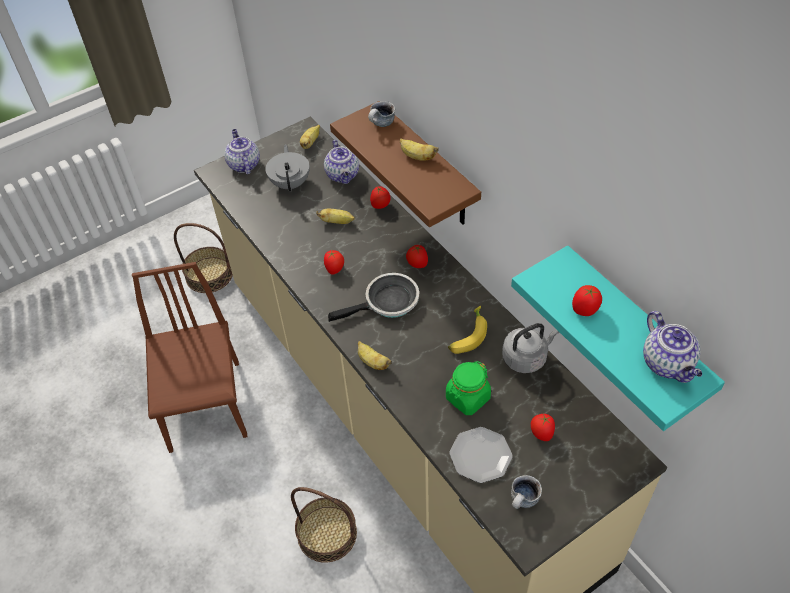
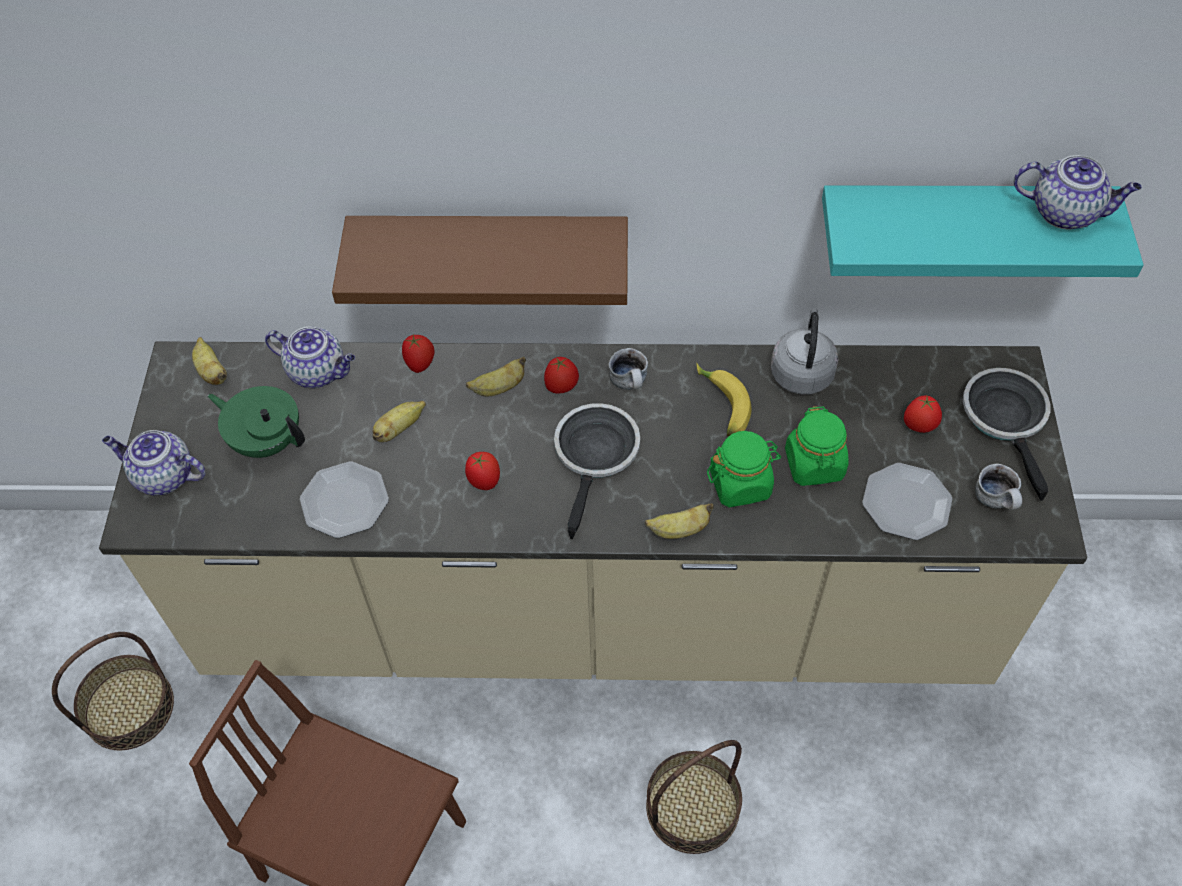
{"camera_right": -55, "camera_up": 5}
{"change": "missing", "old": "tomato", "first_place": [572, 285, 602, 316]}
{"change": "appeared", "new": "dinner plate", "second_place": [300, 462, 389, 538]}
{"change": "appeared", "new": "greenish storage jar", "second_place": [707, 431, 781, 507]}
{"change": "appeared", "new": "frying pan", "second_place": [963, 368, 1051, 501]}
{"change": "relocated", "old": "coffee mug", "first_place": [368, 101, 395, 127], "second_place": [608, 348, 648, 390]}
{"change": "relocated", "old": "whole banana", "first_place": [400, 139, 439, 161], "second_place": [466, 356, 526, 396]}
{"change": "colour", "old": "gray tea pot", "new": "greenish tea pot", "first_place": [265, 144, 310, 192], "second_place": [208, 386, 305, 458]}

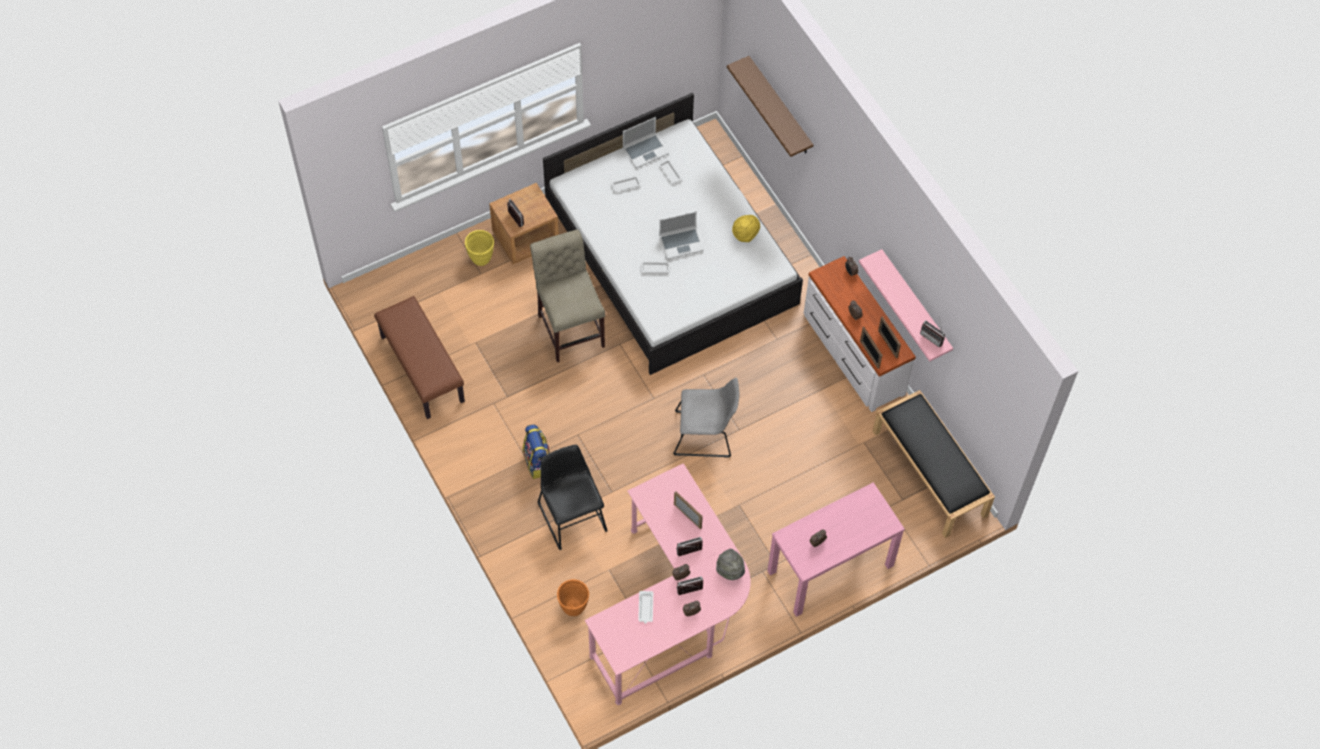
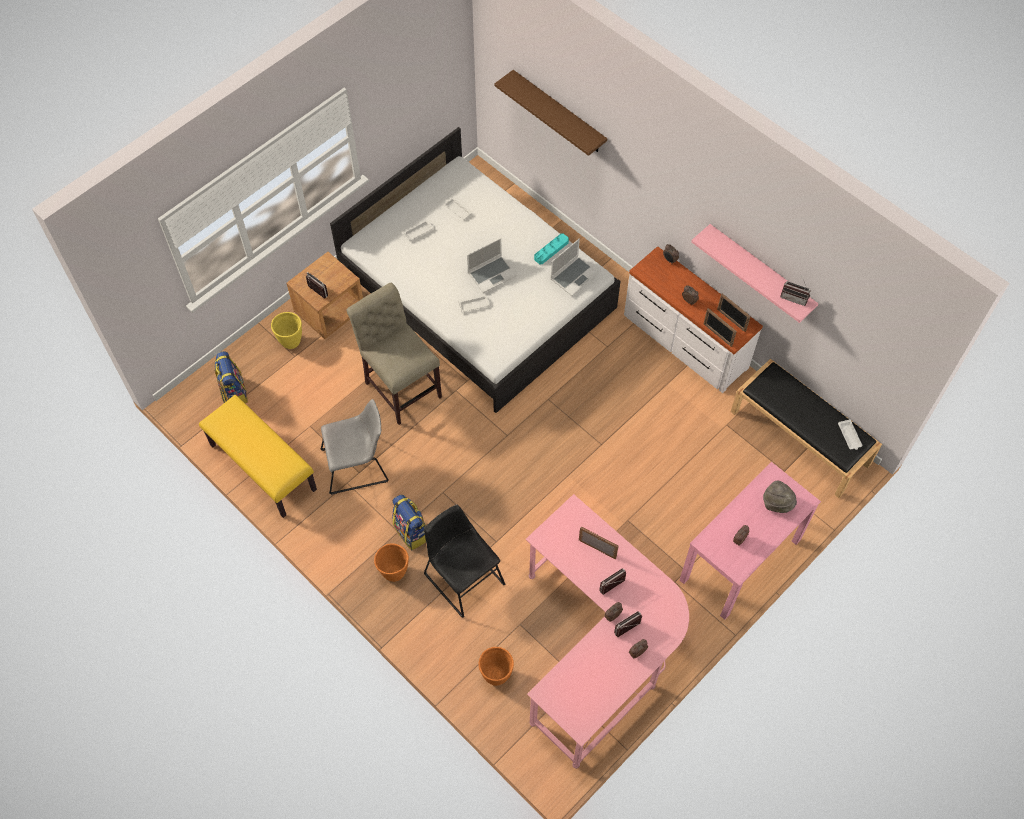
{"camera_right": -15, "camera_up": 0}
{"change": "appeared", "new": "rucksack", "second_place": [215, 351, 248, 403]}
{"change": "appeared", "new": "orange-coloured planter", "second_place": [374, 543, 409, 582]}
{"change": "relocated", "old": "notebook computer", "first_place": [623, 117, 669, 168], "second_place": [551, 239, 599, 296]}
{"change": "relocated", "old": "white-coloured serving tray", "first_place": [638, 591, 653, 624], "second_place": [838, 419, 862, 450]}
{"change": "relocated", "old": "gray chair", "first_place": [673, 378, 739, 458], "second_place": [320, 399, 389, 495]}
{"change": "relocated", "old": "gray wearable hat", "first_place": [716, 549, 745, 580], "second_place": [763, 481, 797, 513]}
{"change": "exchanged", "old": "yellowish wearable hat", "new": "turquoise serving tray", "first_place": [732, 215, 760, 242], "second_place": [534, 233, 569, 264]}
{"change": "colour", "old": "brown-coloured long seat", "new": "yellowish long seat", "first_place": [374, 296, 465, 419], "second_place": [199, 395, 317, 518]}

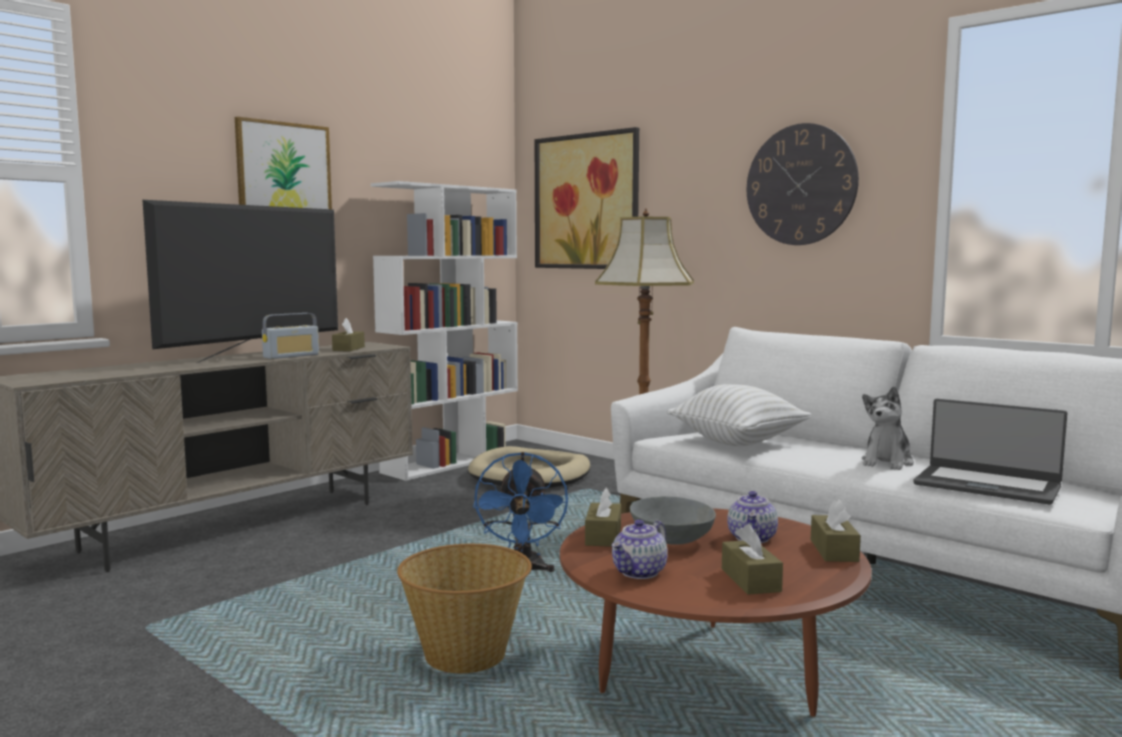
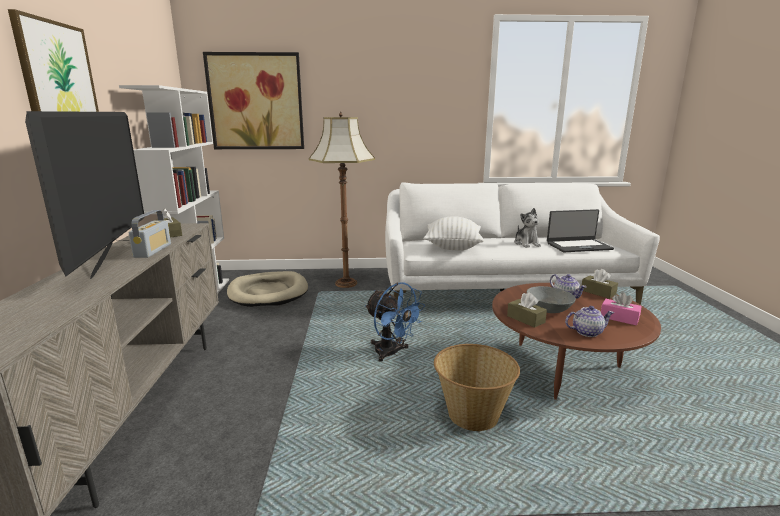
{"camera_right": -45, "camera_up": 10}
{"change": "missing", "old": "clock on the wall", "first_place": [747, 123, 859, 245]}
{"change": "colour", "old": "brown-coloured tissue holder", "new": "pink tissue holder", "first_place": [722, 524, 783, 595], "second_place": [601, 292, 642, 325]}
{"change": "spun", "old": "tea pot", "first_place": [612, 520, 668, 579], "second_place": [565, 306, 614, 337], "degrees": -90}

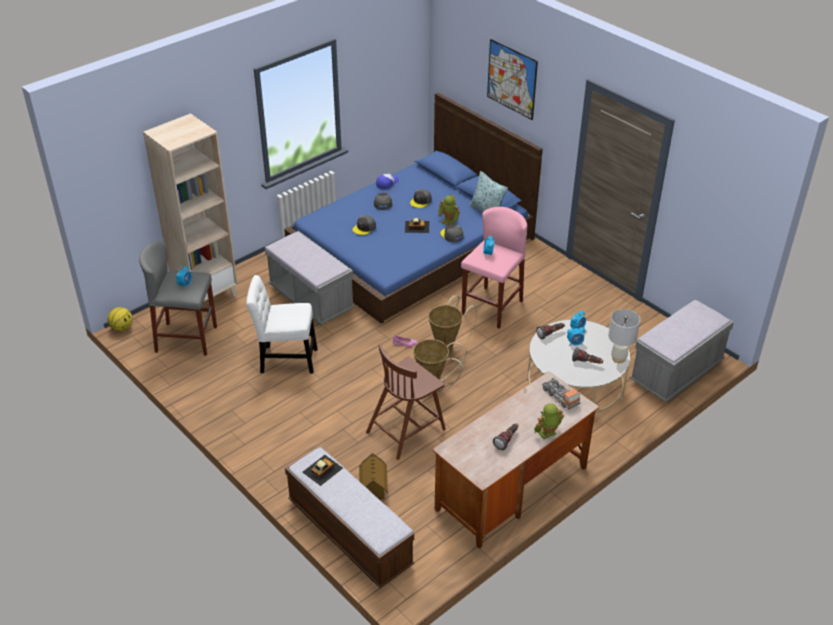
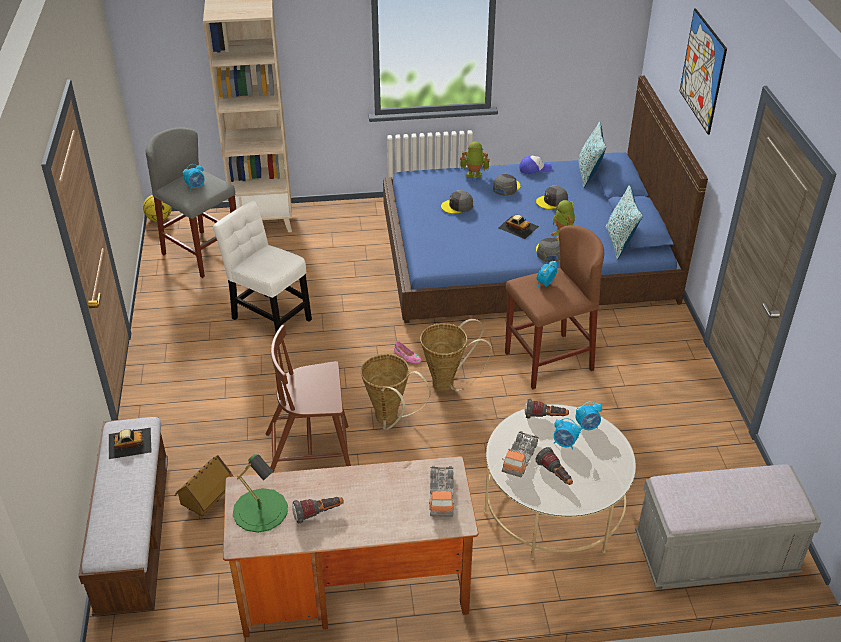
{"camera_right": 35, "camera_up": 0}
{"change": "missing", "old": "gray long seat", "first_place": [265, 231, 355, 325]}
{"change": "missing", "old": "white-coloured table lamp", "first_place": [608, 309, 640, 363]}
{"change": "appeared", "new": "greenish table lamp", "second_place": [233, 454, 288, 533]}
{"change": "appeared", "new": "model truck", "second_place": [502, 431, 539, 477]}
{"change": "appeared", "new": "throw pillow", "second_place": [578, 122, 606, 188]}
{"change": "relocated", "old": "robot figure", "first_place": [534, 403, 564, 439], "second_place": [460, 141, 490, 178]}
{"change": "colour", "old": "pink stool", "new": "brown-coloured stool", "first_place": [461, 207, 527, 329], "second_place": [505, 225, 604, 389]}

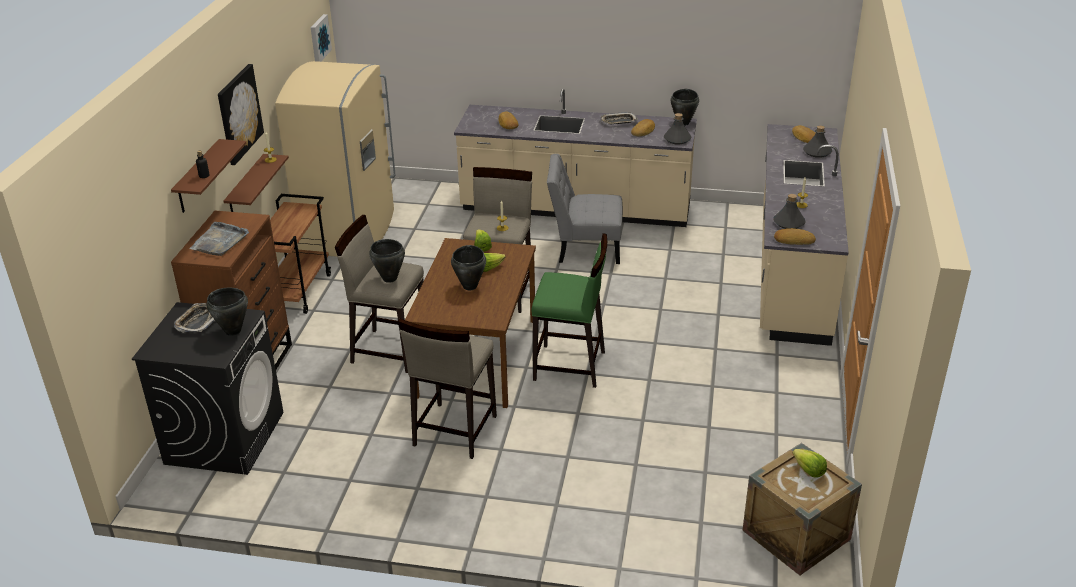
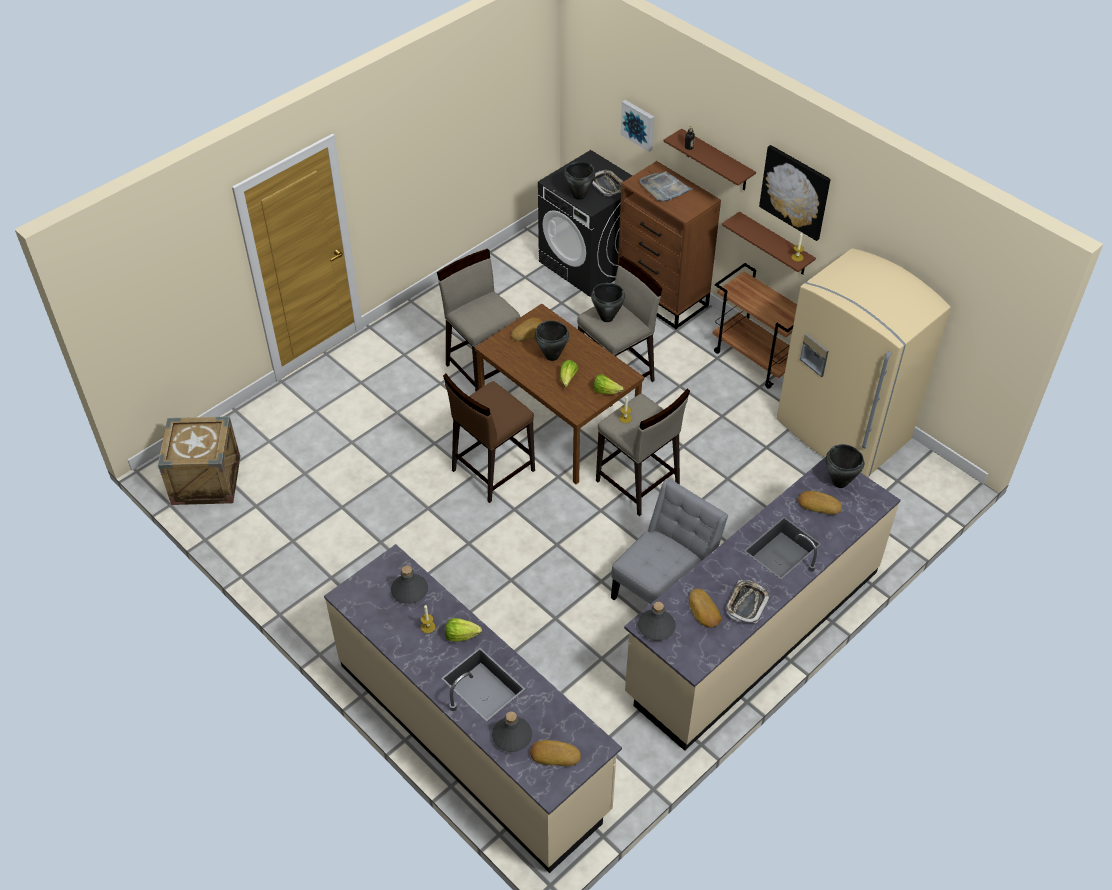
{"camera_right": 125, "camera_up": 15}
{"change": "relocated", "old": "wall picture", "first_place": [311, 14, 332, 62], "second_place": [620, 100, 654, 152]}
{"change": "relocated", "old": "black cooking pot", "first_place": [671, 89, 699, 126], "second_place": [826, 444, 864, 488]}
{"change": "relocated", "old": "bakery bread", "first_place": [774, 228, 816, 245], "second_place": [511, 317, 543, 341]}
{"change": "relocated", "old": "lettuce", "first_place": [793, 449, 827, 478], "second_place": [445, 618, 482, 641]}
{"change": "colour", "old": "greenish stool", "new": "brown-coloured stool", "first_place": [531, 233, 607, 388], "second_place": [443, 374, 535, 503]}

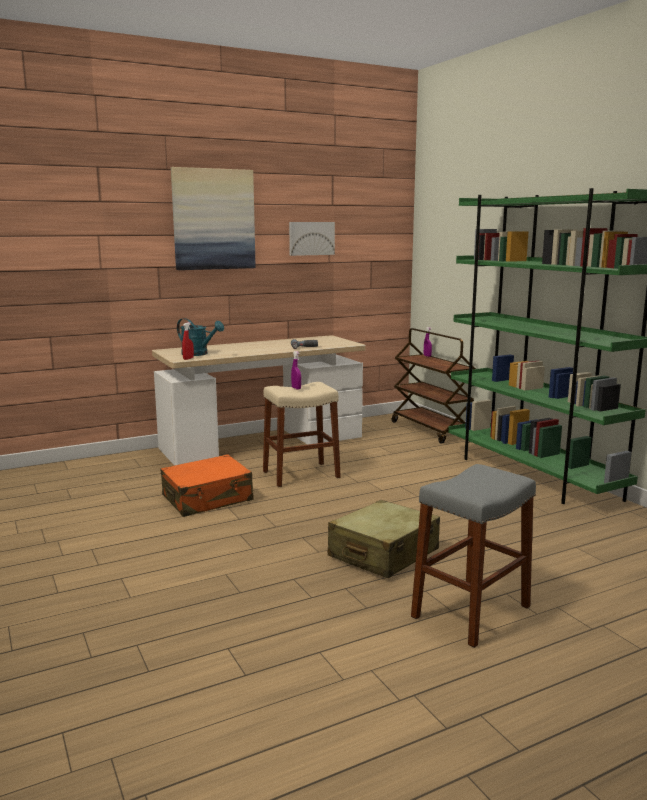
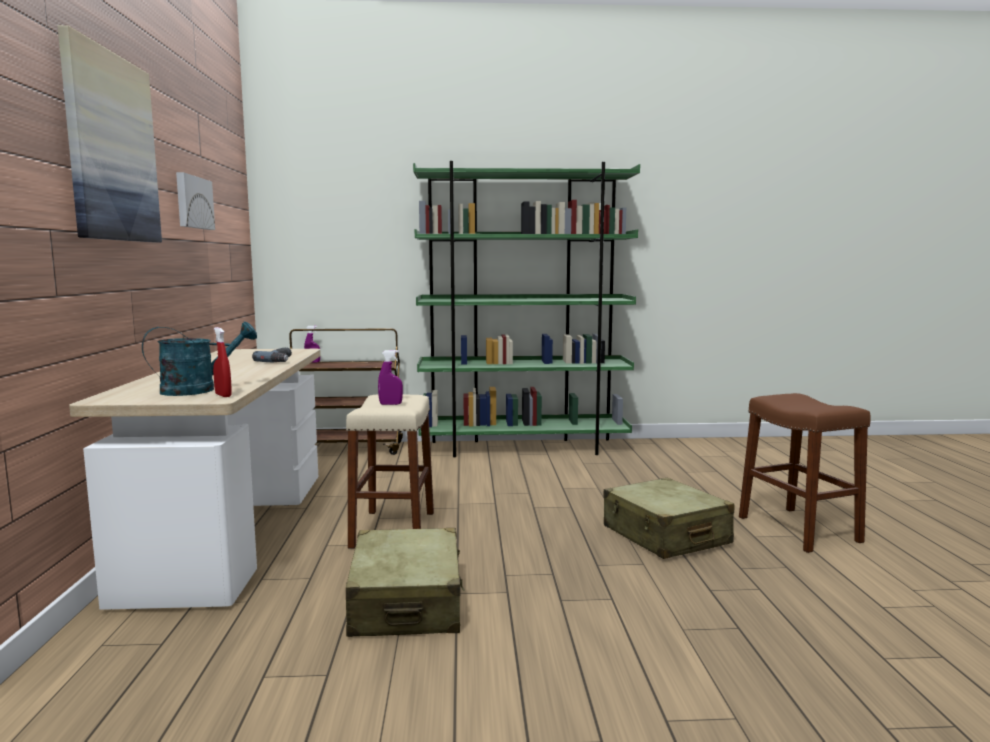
{"camera_right": -65, "camera_up": -5}
{"change": "colour", "old": "orange-coloured suitcase", "new": "beige-coloured suitcase", "first_place": [160, 454, 253, 517], "second_place": [346, 528, 465, 637]}
{"change": "colour", "old": "gray stool", "new": "brown-coloured stool", "first_place": [411, 464, 536, 648], "second_place": [739, 393, 871, 553]}

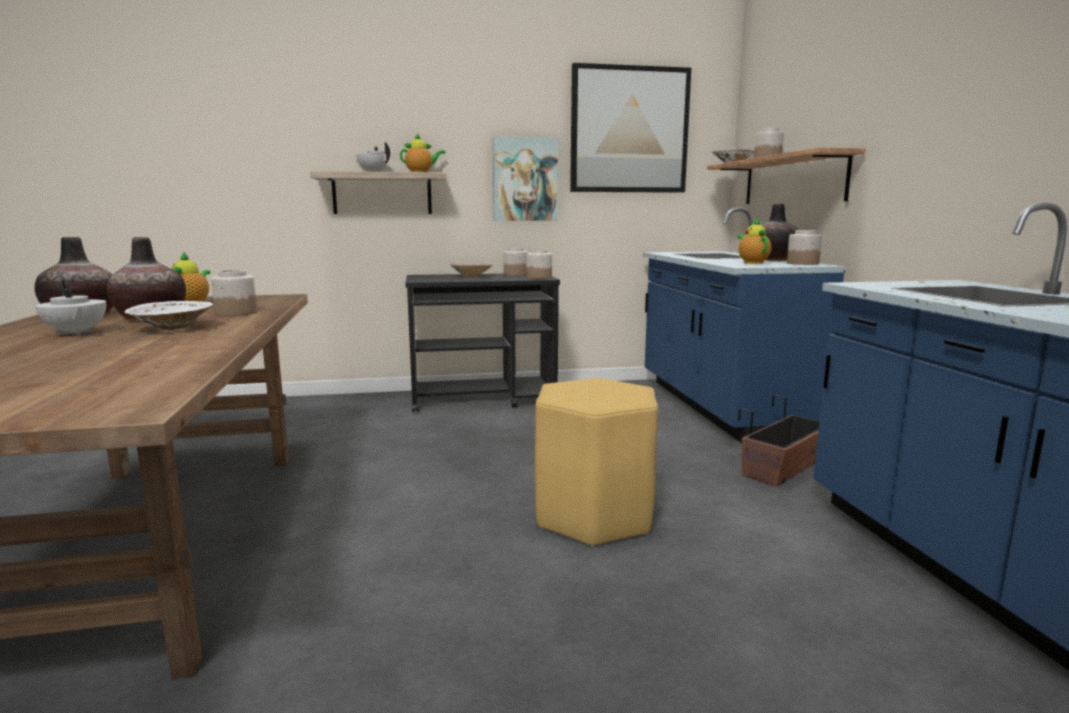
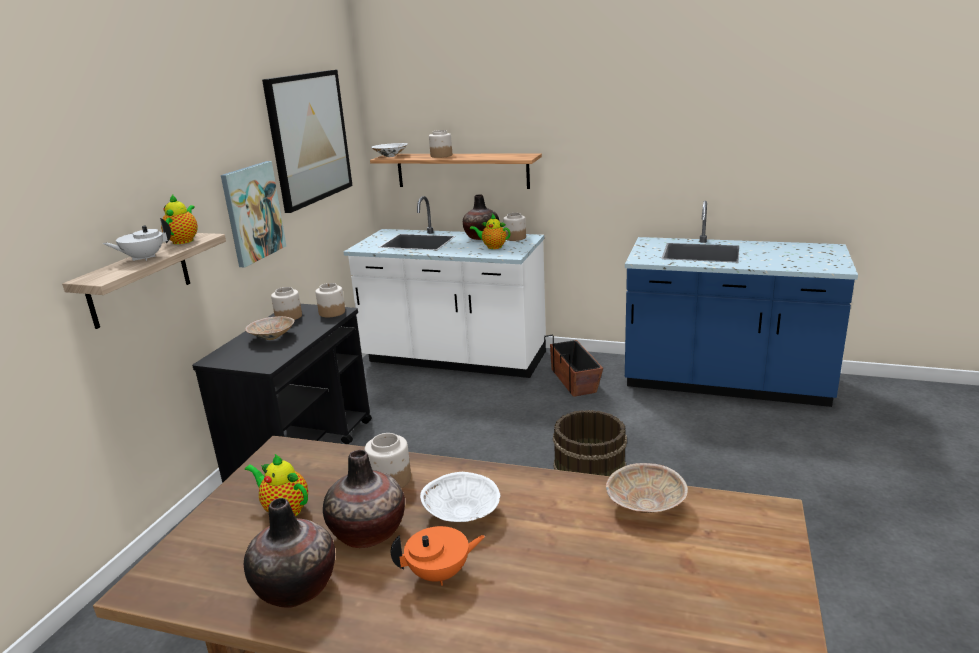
{"camera_right": -60, "camera_up": 10}
{"change": "appeared", "new": "beige-coloured serving bowl", "second_place": [606, 463, 688, 513]}
{"change": "exchanged", "old": "yellowish stool", "new": "brown-coloured pail", "first_place": [535, 378, 658, 546], "second_place": [553, 410, 627, 476]}
{"change": "colour", "old": "white-coloured tea pot", "new": "orange-coloured tea pot", "first_place": [35, 280, 106, 335], "second_place": [391, 526, 485, 586]}
{"change": "colour", "old": "bluish kitchen base unit", "new": "white-coloured kitchen base unit", "first_place": [643, 208, 846, 443], "second_place": [344, 196, 546, 378]}

